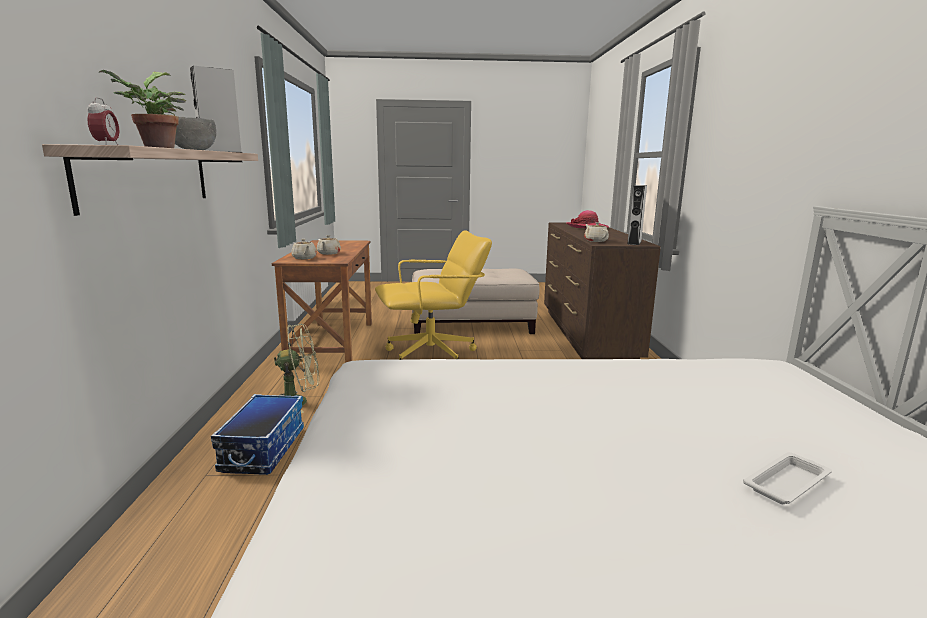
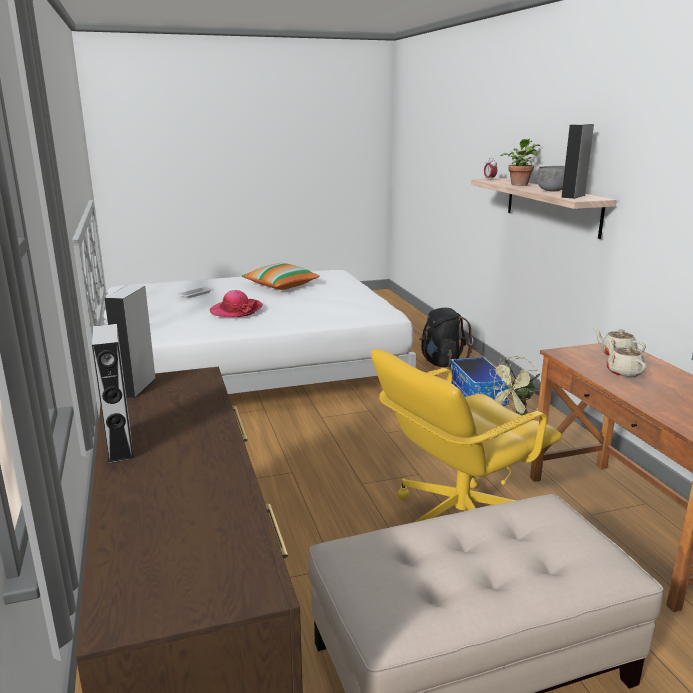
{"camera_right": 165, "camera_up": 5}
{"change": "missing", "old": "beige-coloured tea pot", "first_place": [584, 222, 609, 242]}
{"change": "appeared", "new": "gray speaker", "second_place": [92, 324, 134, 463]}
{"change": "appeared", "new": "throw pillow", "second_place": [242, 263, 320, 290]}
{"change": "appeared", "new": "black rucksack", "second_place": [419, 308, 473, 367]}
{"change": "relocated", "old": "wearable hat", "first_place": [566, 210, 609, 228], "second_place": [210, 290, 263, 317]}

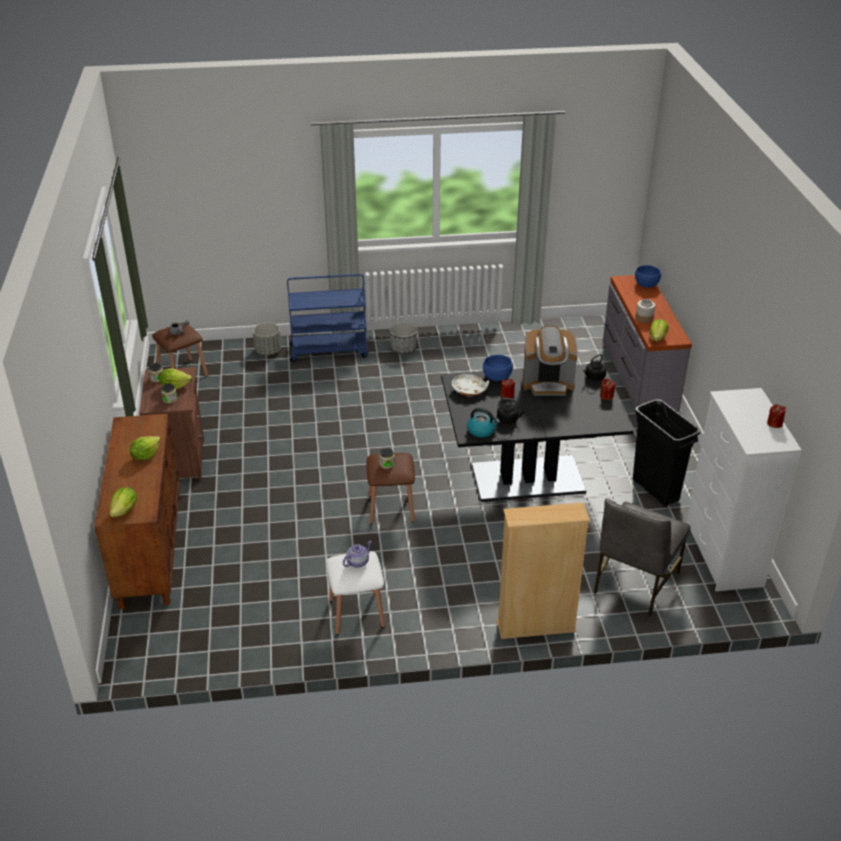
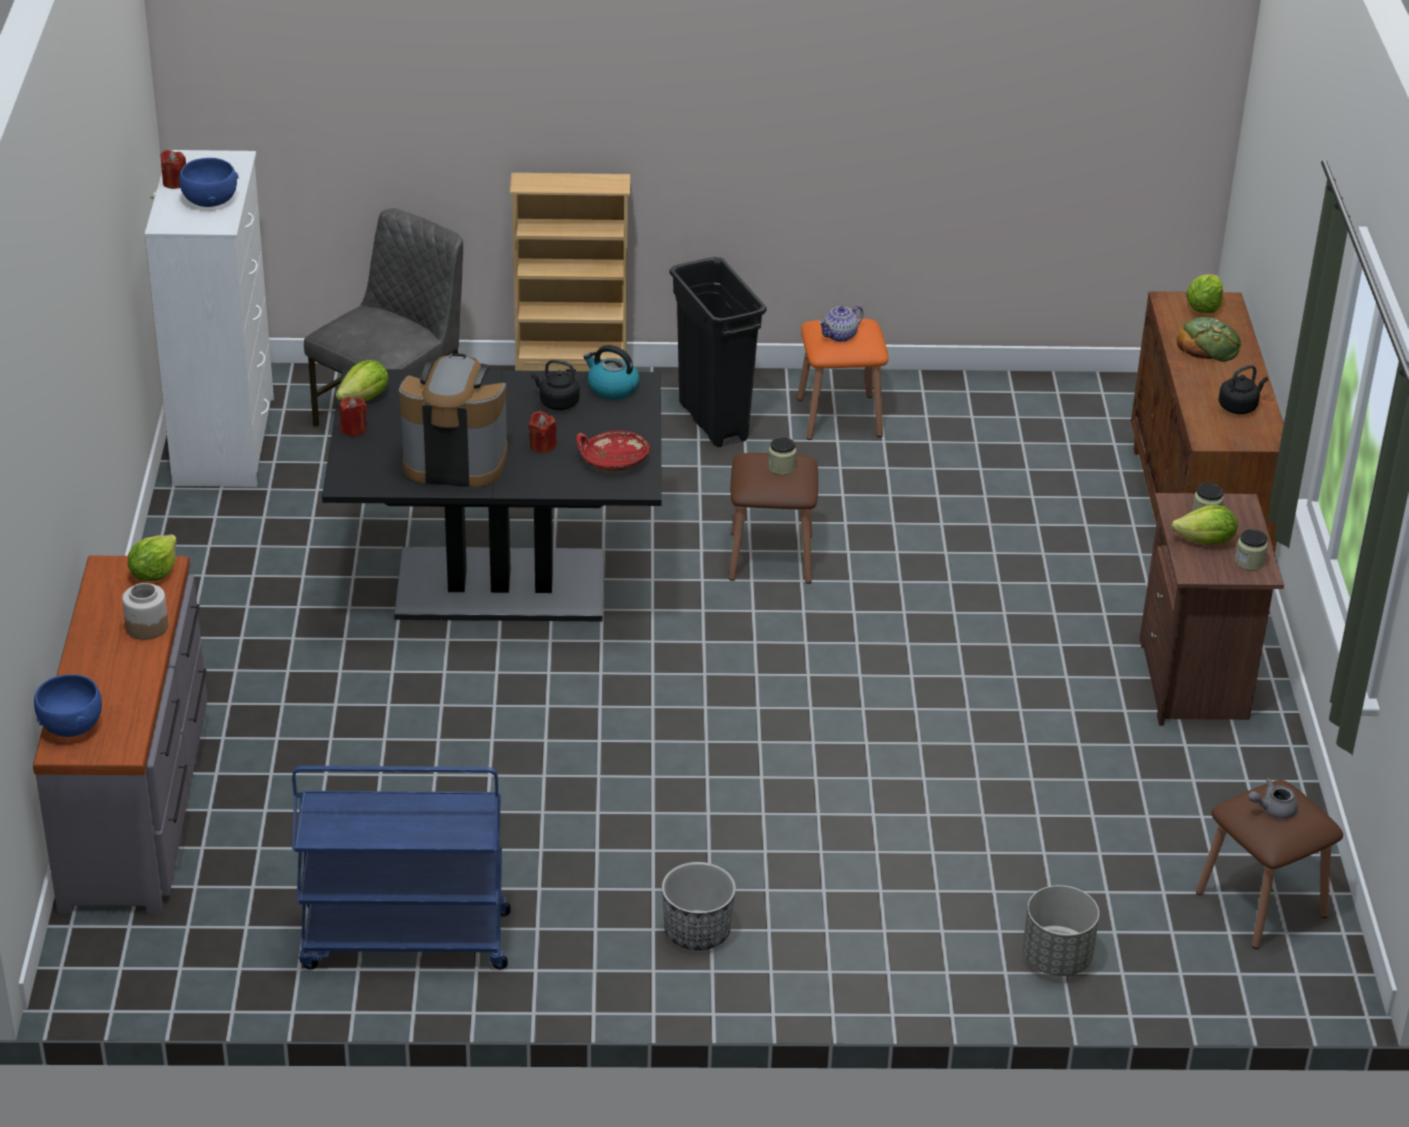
{"camera_right": -175, "camera_up": 0}
{"change": "appeared", "new": "bakery bread", "second_place": [1177, 317, 1241, 362]}
{"change": "relocated", "old": "lettuce", "first_place": [130, 436, 161, 460], "second_place": [335, 360, 389, 401]}
{"change": "relocated", "old": "bluish wheeled cart", "first_place": [287, 274, 368, 362], "second_place": [292, 766, 511, 969]}
{"change": "relocated", "old": "bluish serving bowl", "first_place": [482, 355, 513, 381], "second_place": [179, 158, 239, 207]}
{"change": "relocated", "old": "black tea kettle", "first_place": [583, 354, 606, 381], "second_place": [1218, 365, 1268, 414]}
{"change": "relocated", "old": "black waste bin", "first_place": [633, 399, 701, 506], "second_place": [669, 257, 767, 447]}
{"change": "colour", "old": "white-coloured stool", "new": "orange-coloured stool", "first_place": [326, 551, 385, 635], "second_place": [797, 318, 888, 440]}
{"change": "colour", "old": "white-coloured serving bowl", "new": "red-coloured serving bowl", "first_place": [451, 374, 489, 396], "second_place": [576, 431, 650, 471]}

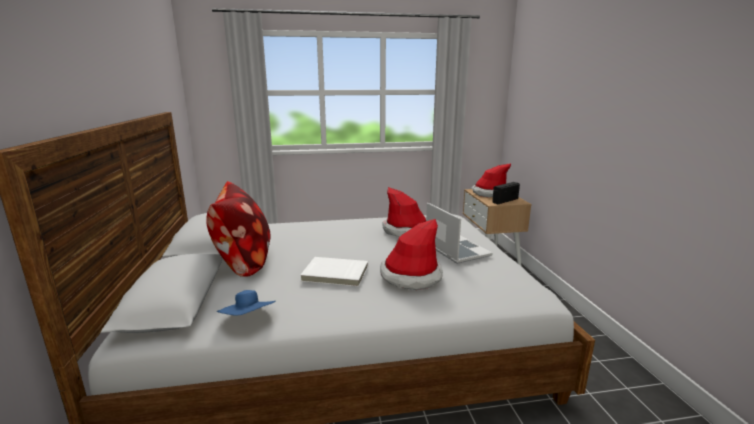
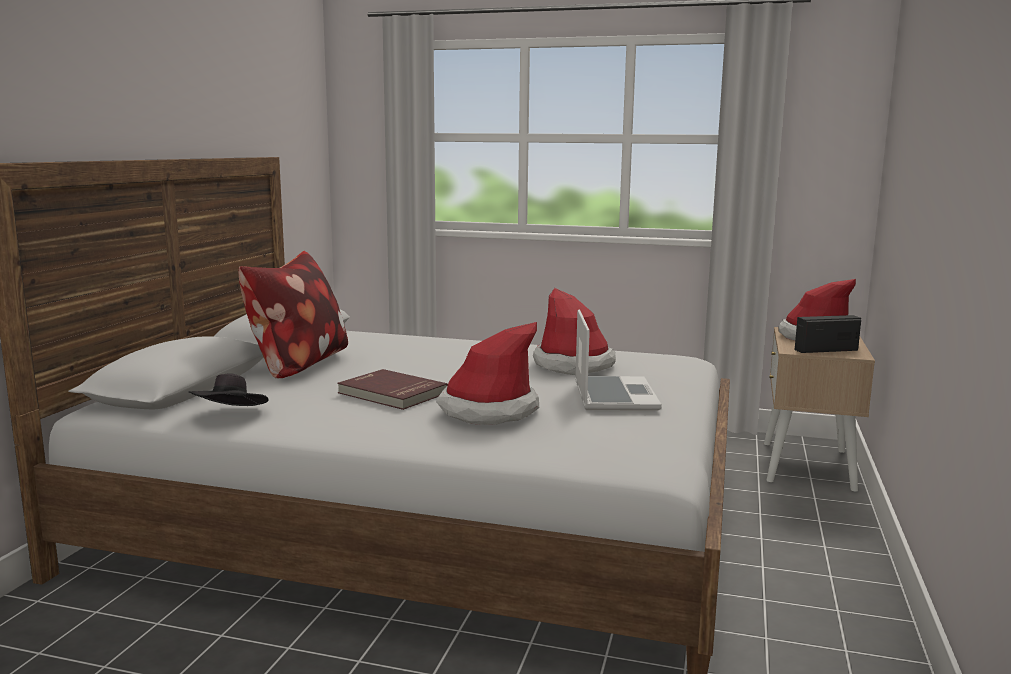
{"camera_right": 25, "camera_up": -5}
{"change": "colour", "old": "bluish wearable hat", "new": "black wearable hat", "first_place": [217, 290, 276, 316], "second_place": [189, 373, 268, 406]}
{"change": "colour", "old": "white-coloured book", "new": "red-coloured book", "first_place": [300, 257, 368, 287], "second_place": [337, 369, 448, 410]}

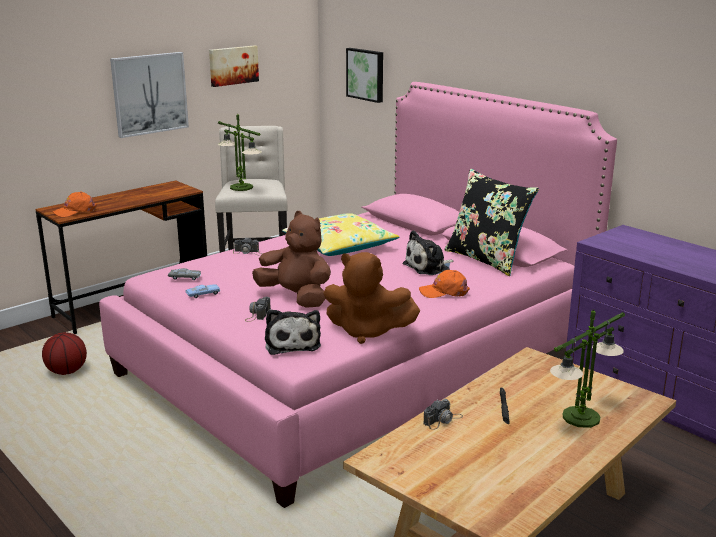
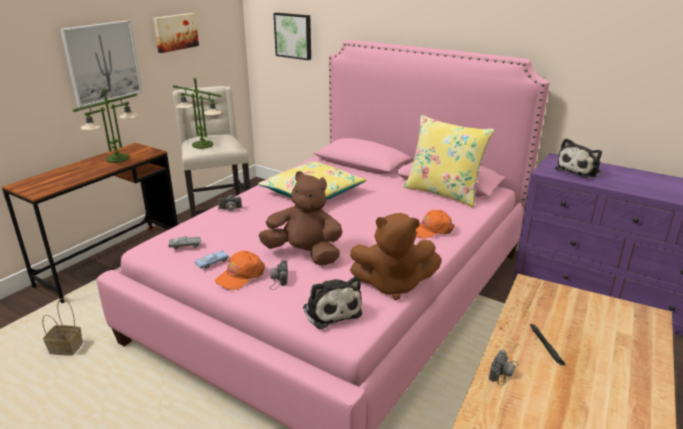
{"camera_right": -15, "camera_up": 5}
{"change": "relocated", "old": "orange-coloured peaked cap", "first_place": [52, 191, 97, 217], "second_place": [215, 251, 265, 290]}
{"change": "relocated", "old": "plush toy", "first_place": [403, 230, 453, 275], "second_place": [555, 138, 602, 178]}
{"change": "relocated", "old": "table lamp", "first_place": [550, 310, 625, 428], "second_place": [73, 88, 138, 163]}
{"change": "exchanged", "old": "basketball ball", "new": "basket", "first_place": [42, 332, 87, 375], "second_place": [42, 299, 83, 355]}
{"change": "colour", "old": "black throw pillow", "new": "yellowish throw pillow", "first_place": [444, 169, 539, 276], "second_place": [403, 115, 495, 207]}

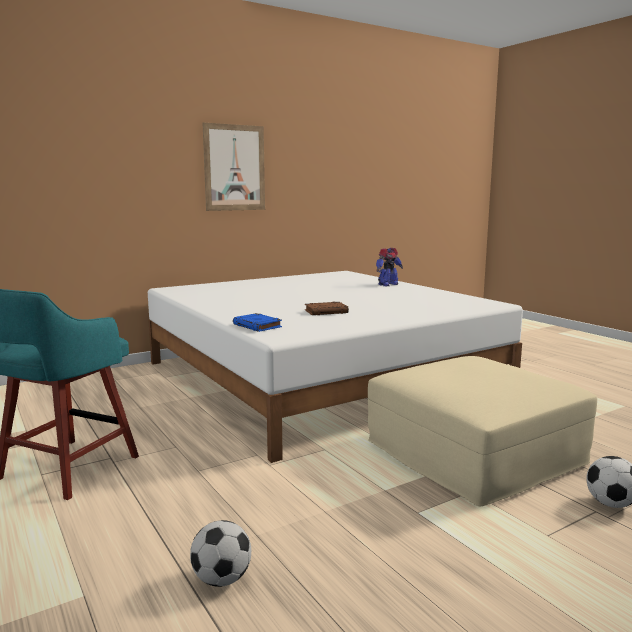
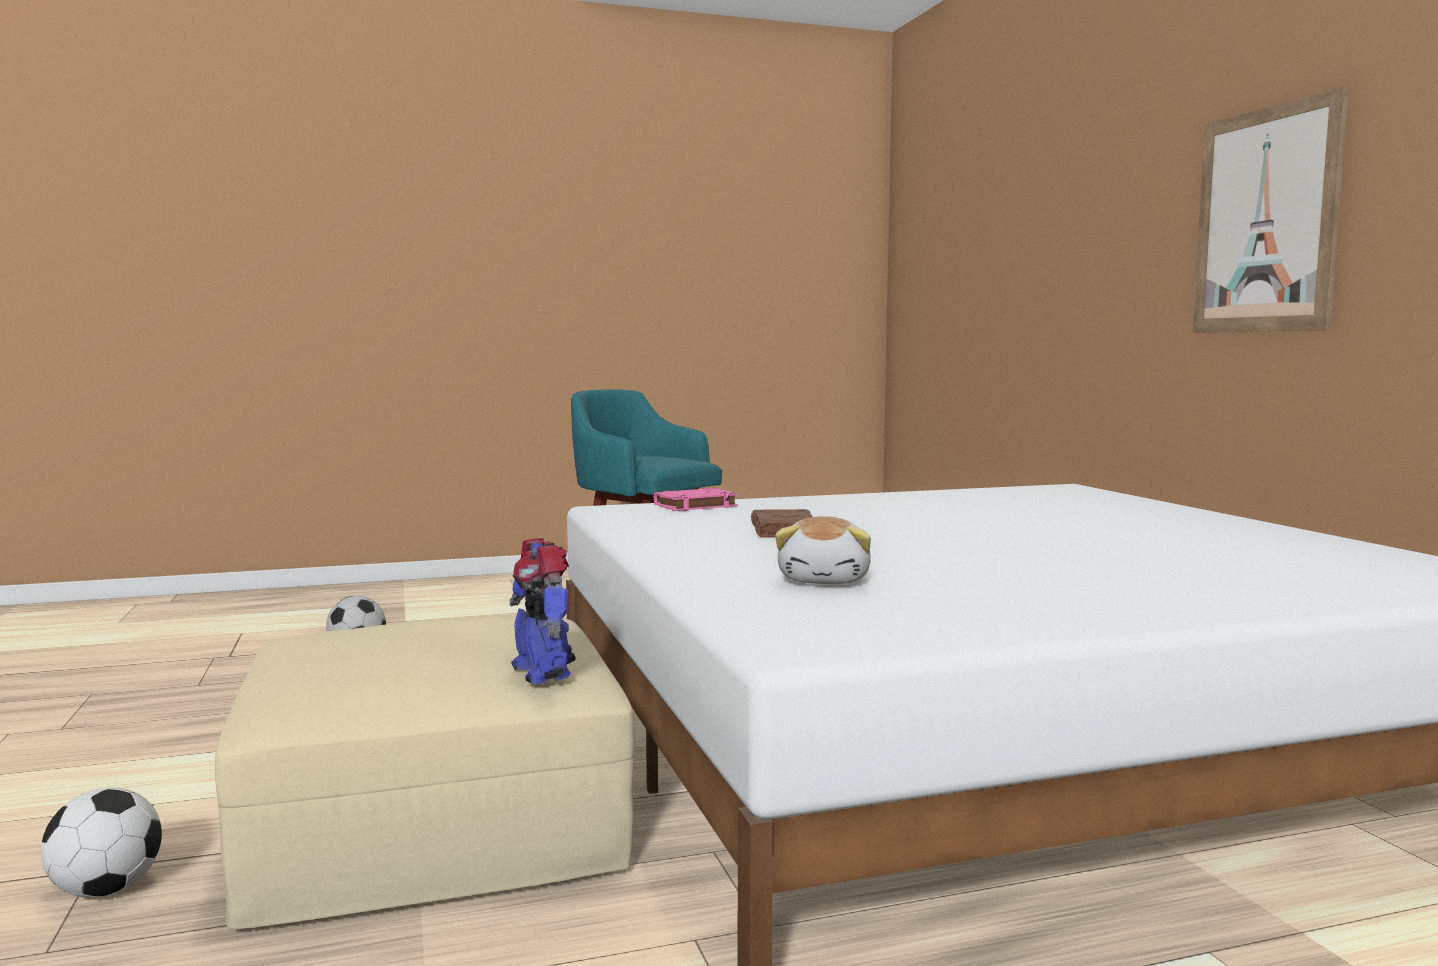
{"camera_right": 105, "camera_up": -5}
{"change": "appeared", "new": "plush toy", "second_place": [775, 516, 871, 584]}
{"change": "relocated", "old": "robot figure", "first_place": [376, 248, 403, 286], "second_place": [510, 538, 576, 684]}
{"change": "colour", "old": "bluish book", "new": "pink book", "first_place": [233, 313, 282, 332], "second_place": [654, 488, 738, 511]}

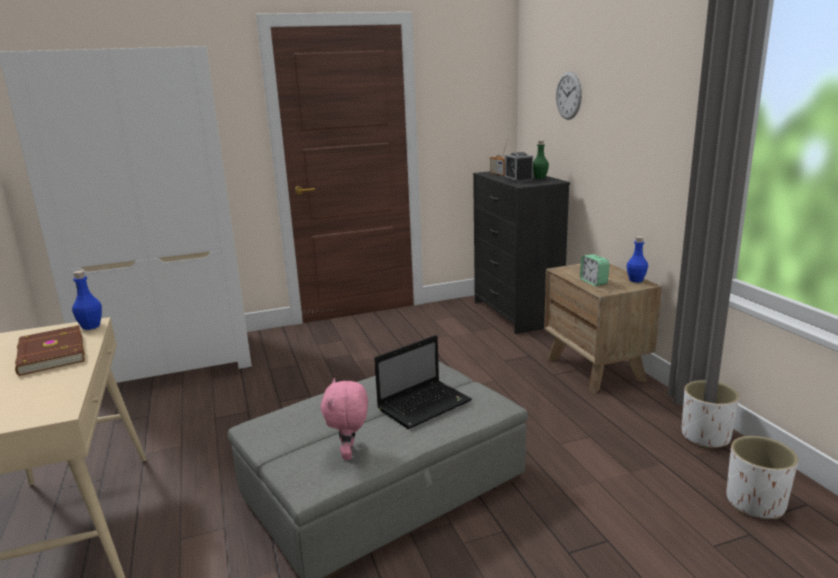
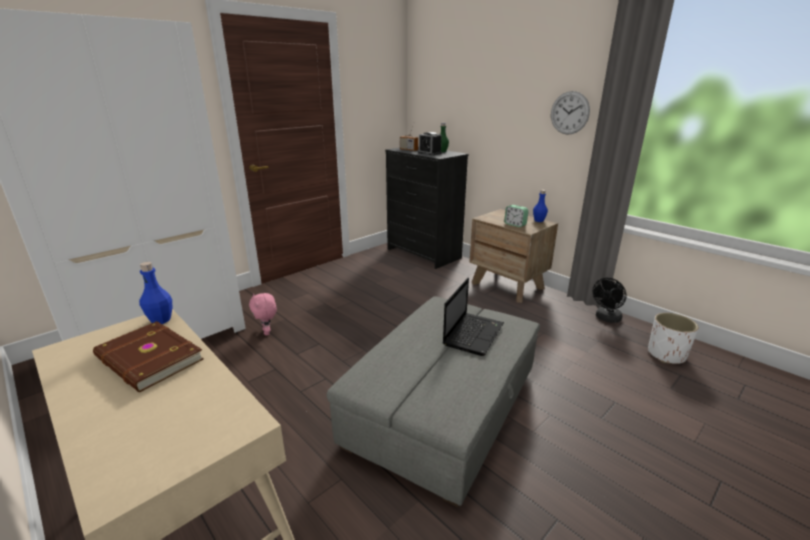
{"camera_right": -25, "camera_up": 5}
{"change": "relocated", "old": "pink plush toy", "first_place": [321, 378, 368, 460], "second_place": [249, 293, 277, 335]}
{"change": "relocated", "old": "clock on the wall", "first_place": [556, 71, 582, 120], "second_place": [551, 91, 590, 134]}
{"change": "exchanged", "old": "white-coloured planter", "new": "black electric fan", "first_place": [682, 380, 739, 448], "second_place": [592, 278, 627, 323]}

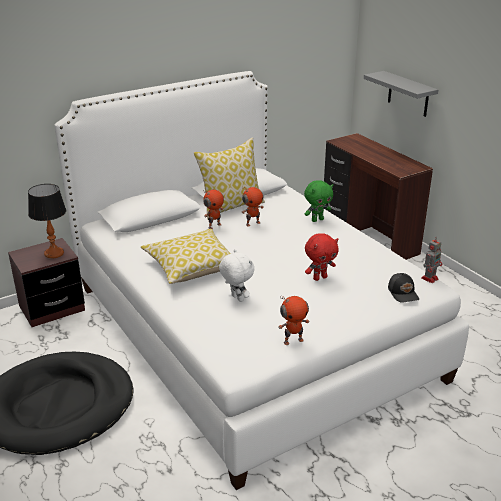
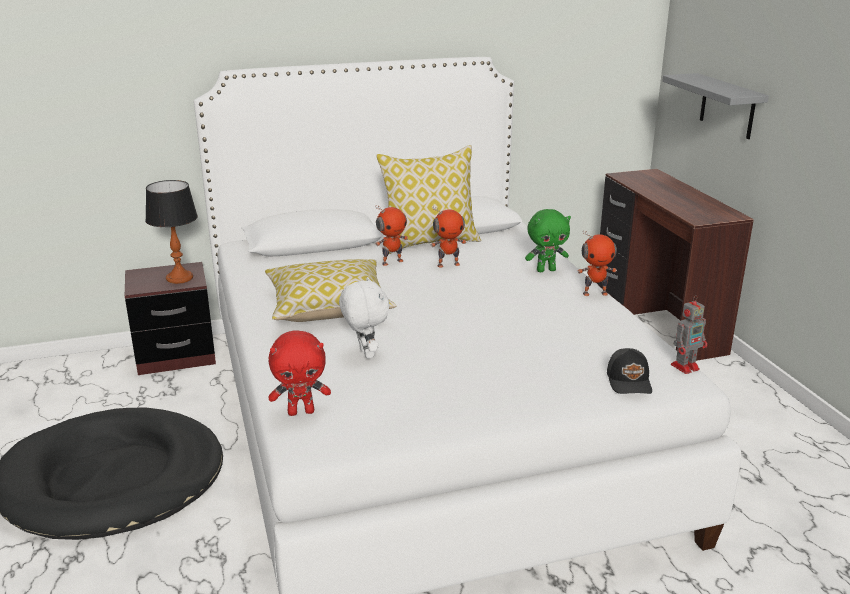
{"camera_right": 15, "camera_up": -5}
{"change": "relocated", "old": "robot figure", "first_place": [278, 295, 310, 345], "second_place": [577, 230, 617, 296]}
{"change": "relocated", "old": "red-coloured plush toy", "first_place": [305, 233, 339, 281], "second_place": [268, 330, 331, 416]}

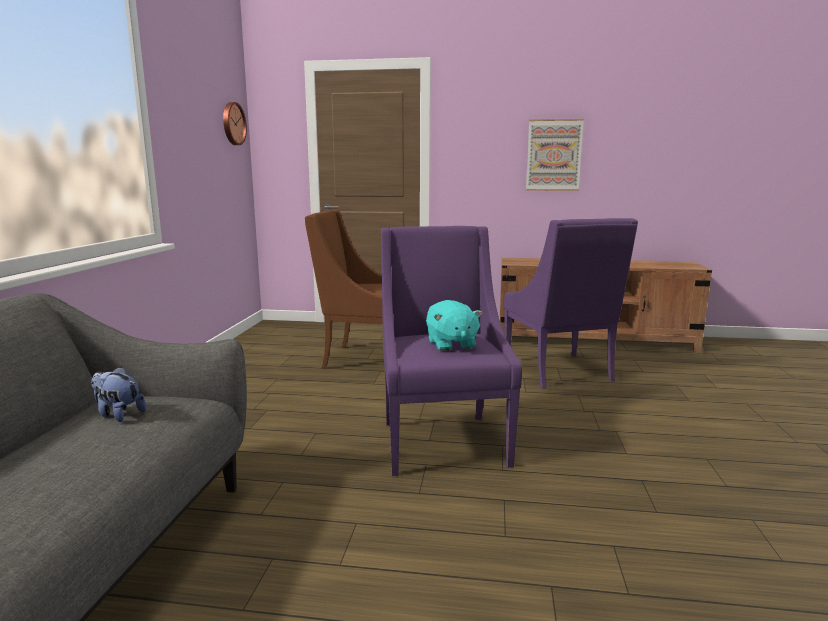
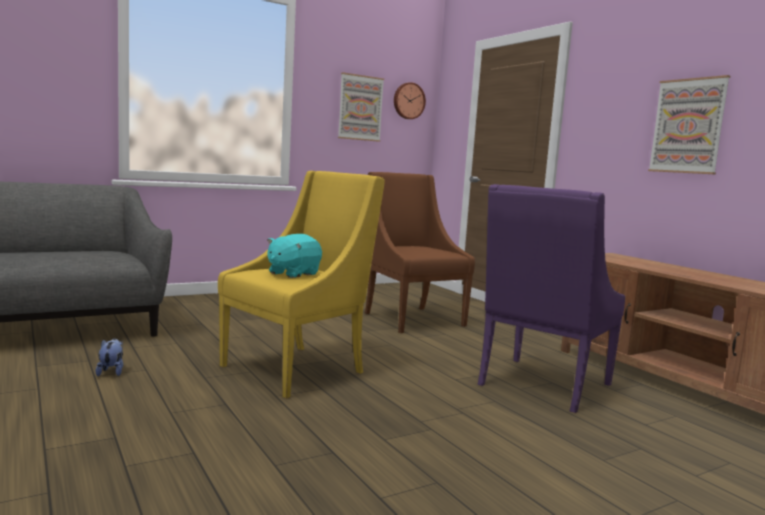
{"camera_right": 50, "camera_up": -5}
{"change": "appeared", "new": "wall picture", "second_place": [338, 72, 384, 142]}
{"change": "relocated", "old": "plush toy", "first_place": [91, 367, 146, 422], "second_place": [96, 339, 123, 376]}
{"change": "colour", "old": "purple-coloured armchair", "new": "yellowish armchair", "first_place": [381, 226, 522, 476], "second_place": [218, 171, 385, 399]}

